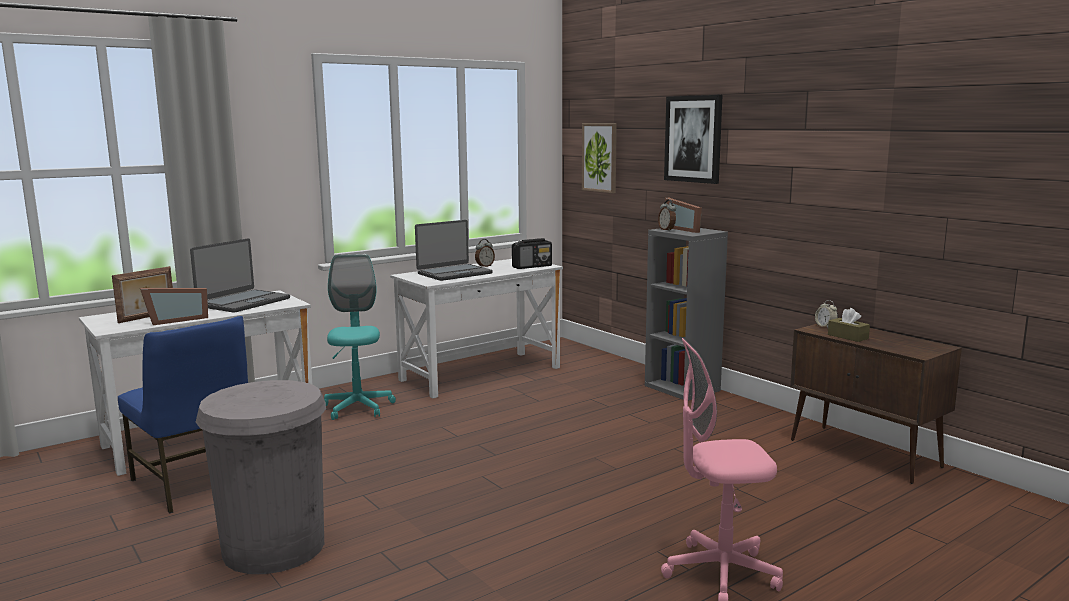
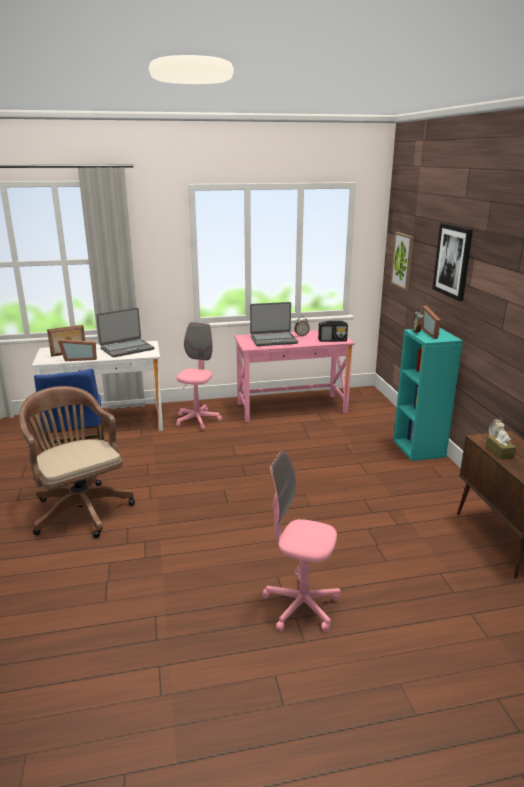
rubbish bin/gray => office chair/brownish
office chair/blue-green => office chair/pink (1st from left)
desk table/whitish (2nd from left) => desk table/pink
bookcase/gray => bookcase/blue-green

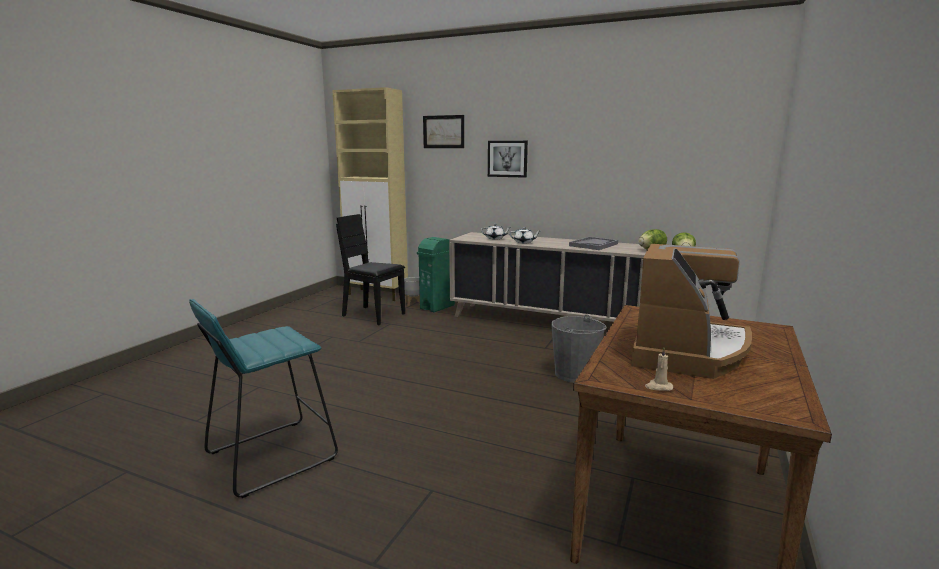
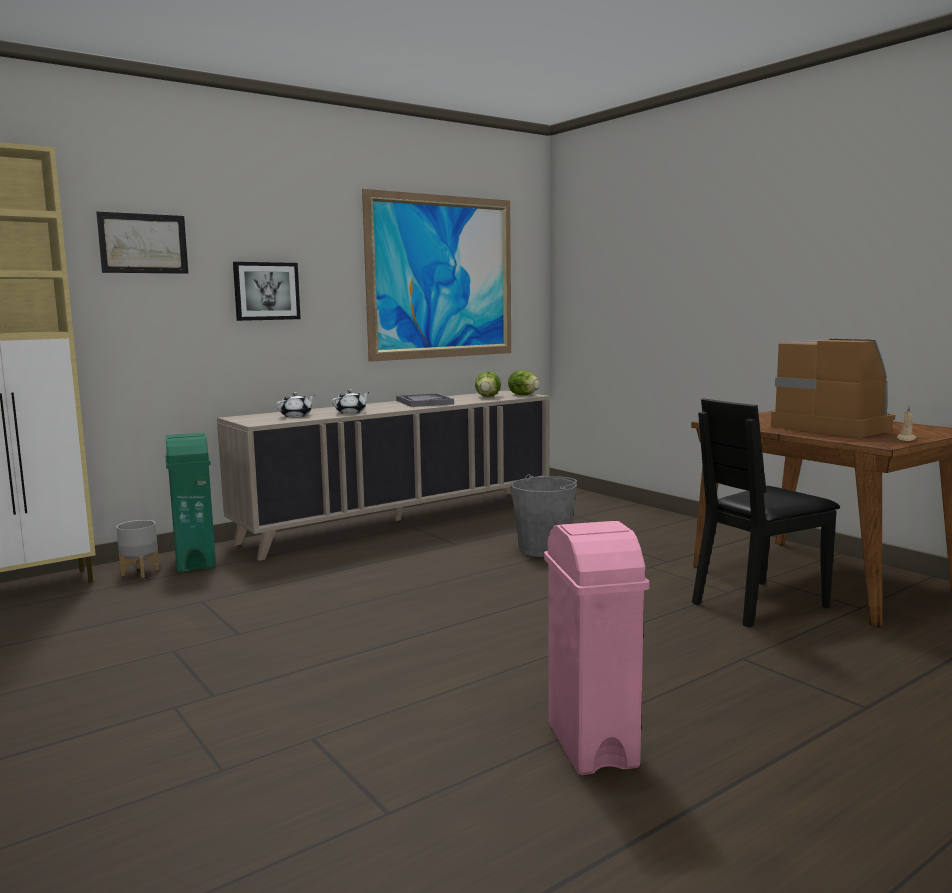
nothing => wall picture (3rd from left)
upright chair/black-coloured, moved
stool seat/blue-green => rubbish bin/pink

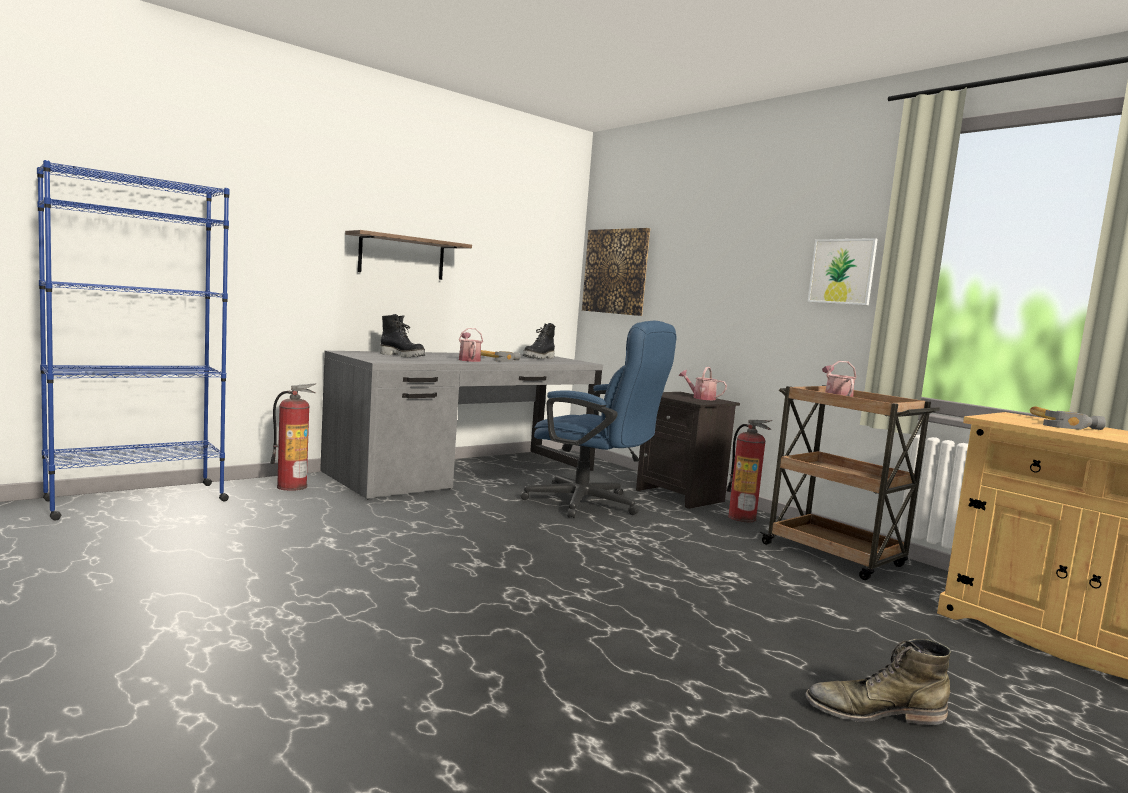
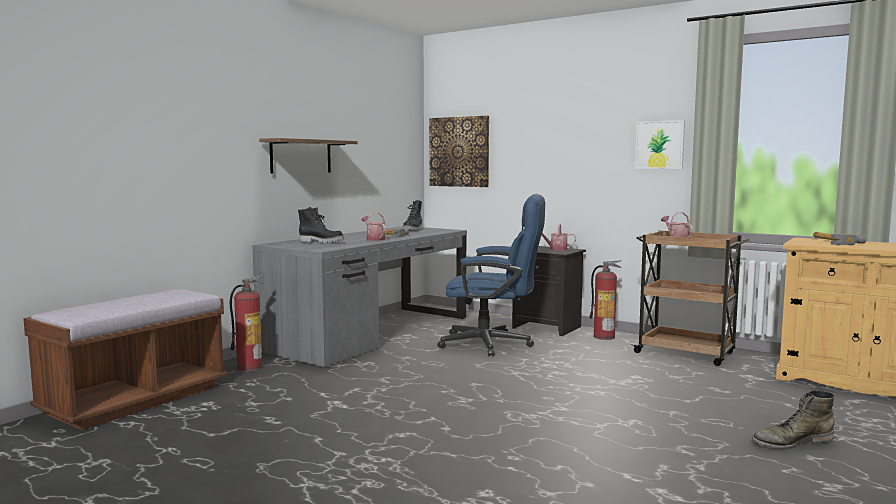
bookcase/blue-coloured => bench/brownish

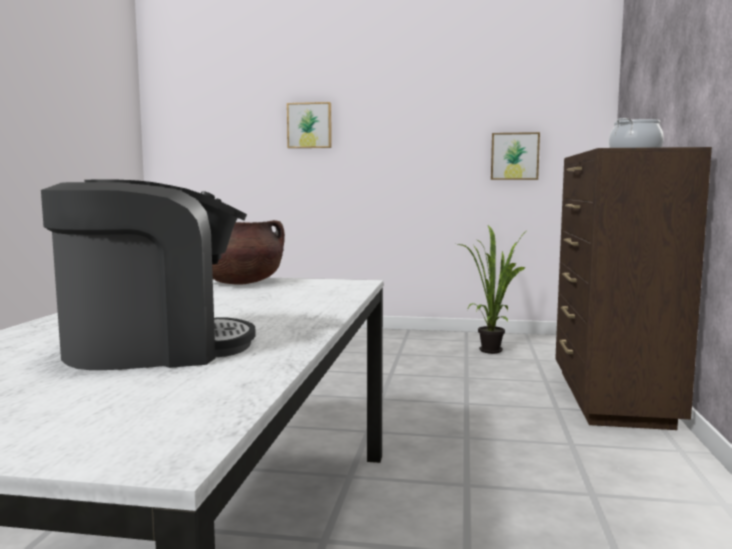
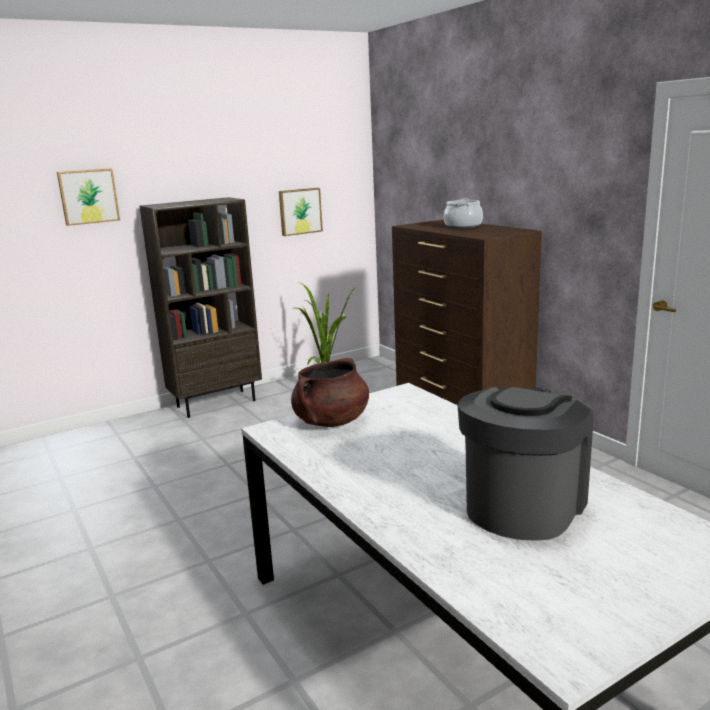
nothing => bookcase/brownish

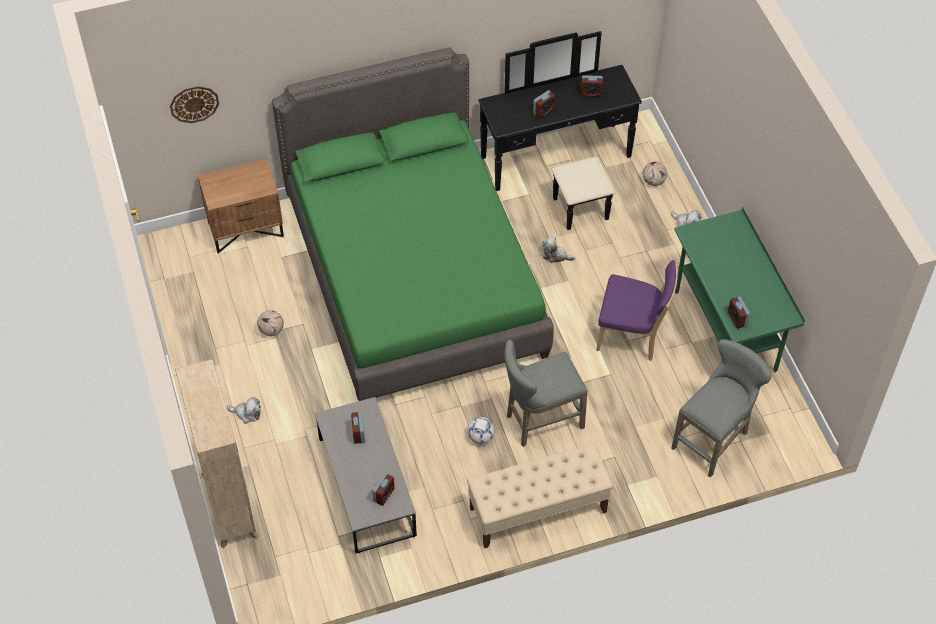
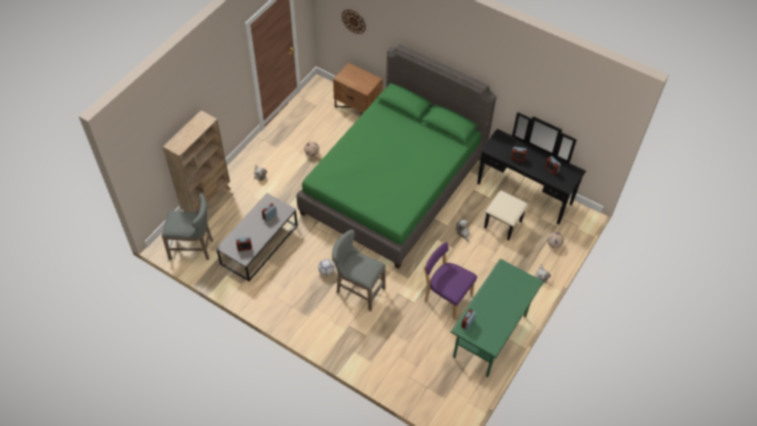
bench/beige-coloured => nothing
stool seat/gray (2nd from left in the first image) => stool seat/gray (1st from left), moved
upright chair/purple-coloured, 150 degrees clockwise

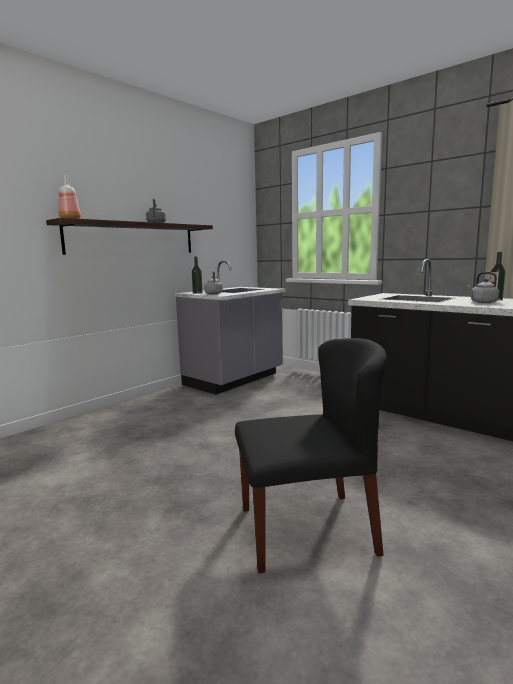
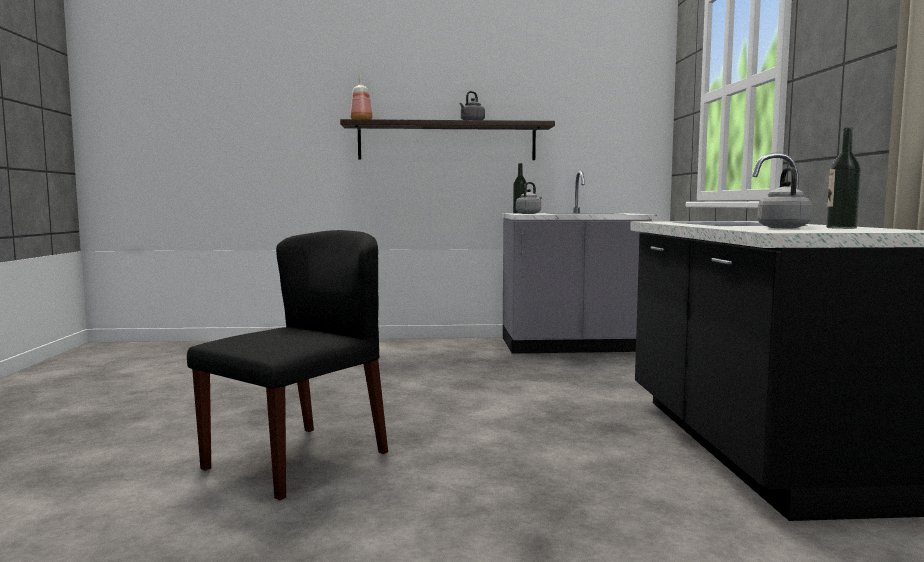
upright chair/black-coloured, 90 degrees counterclockwise

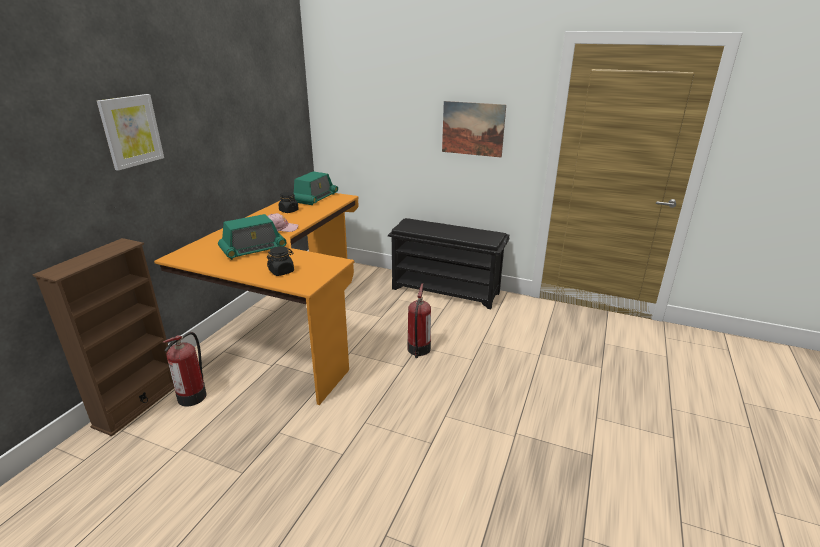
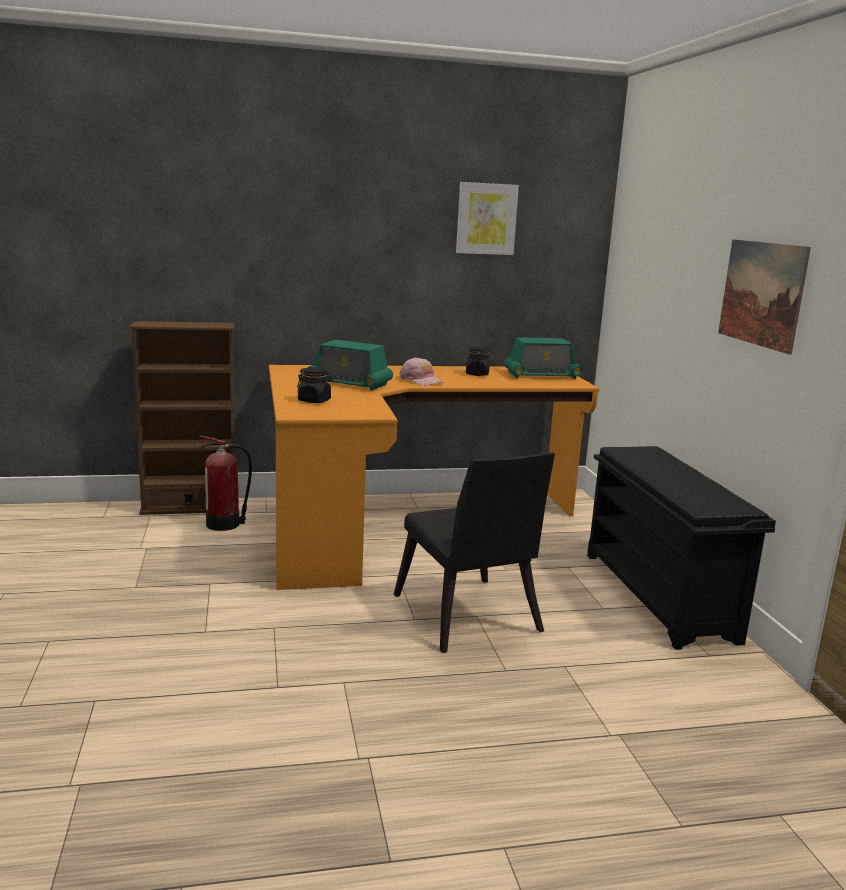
wall picture (1st from left), moved
fire-fighting cylinder (2nd from left) => upright chair/black-coloured

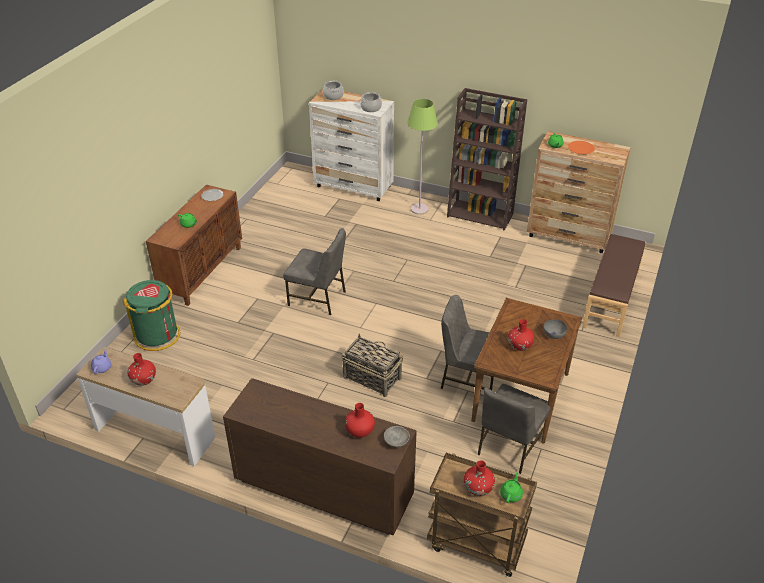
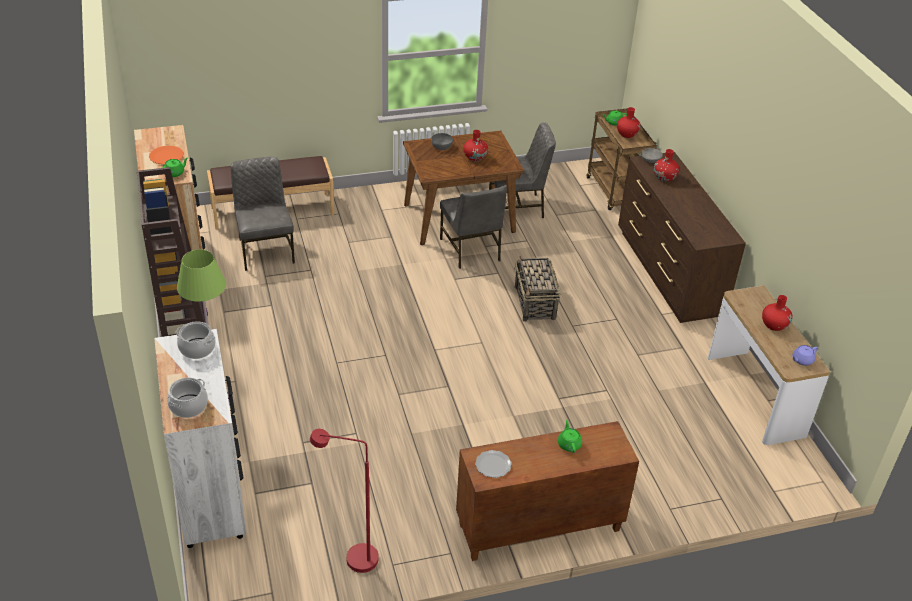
rubbish bin/greenish => nothing
nothing => standard lamp/red
upright chair/gray (1st from left), moved

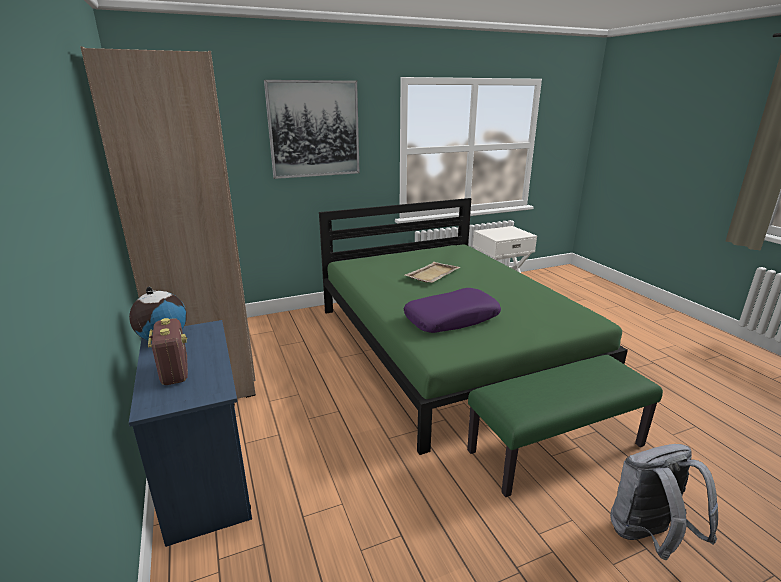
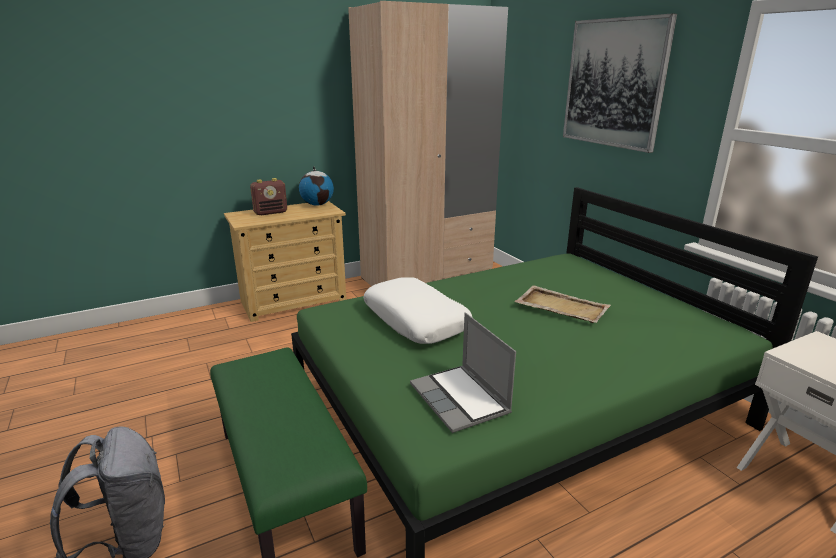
nothing => portable computer
chest of drawers/blue-coloured => chest of drawers/beige-coloured
cushion/purple-coloured => cushion/whitish

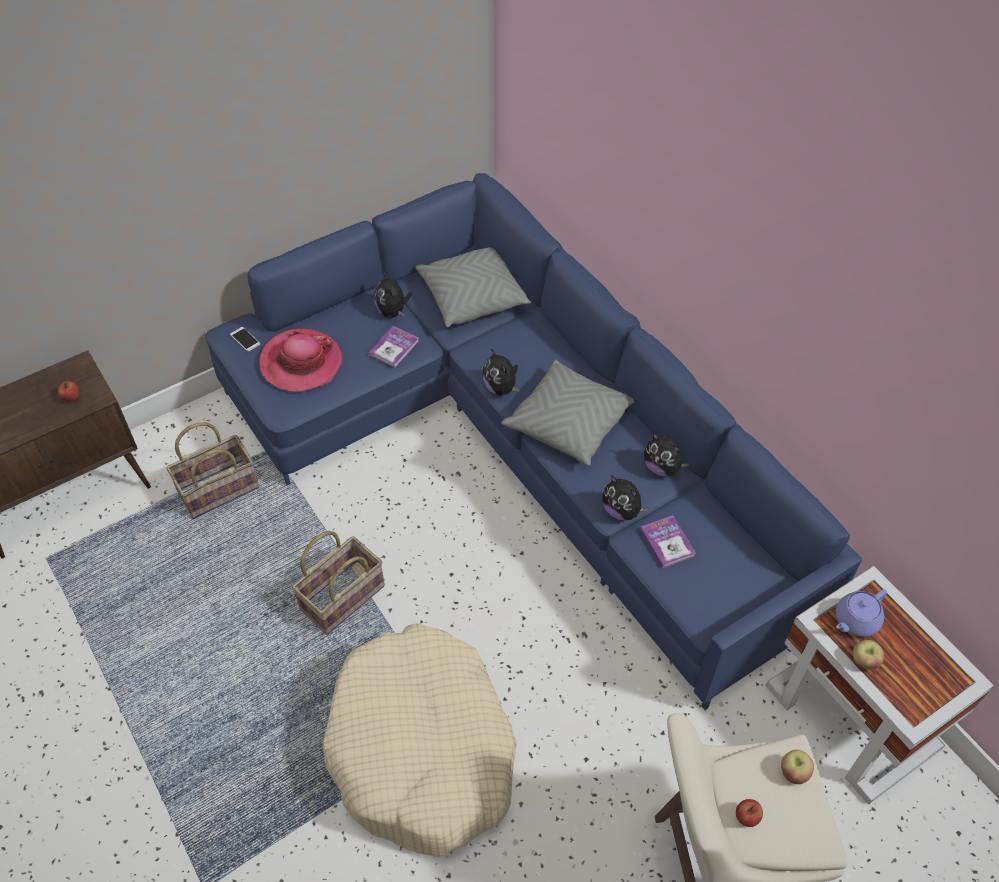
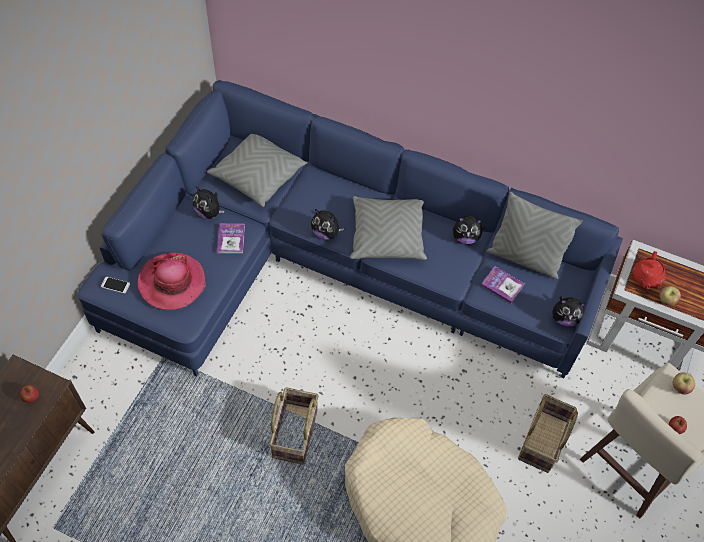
nothing => cushion/gray (3rd from left)
household basket (1st from left in the first image) => household basket (2nd from left), moved
plush toy (3rd from left in the first image) => plush toy (4th from left), moved
teapot/purple-coloured => teapot/red

